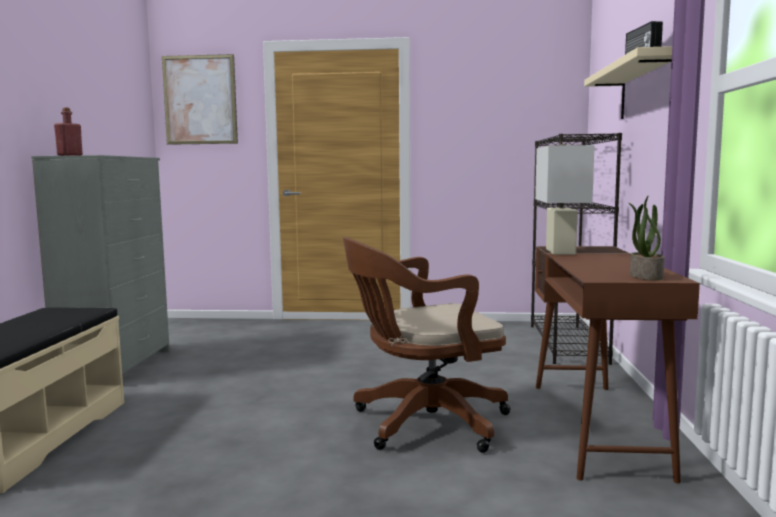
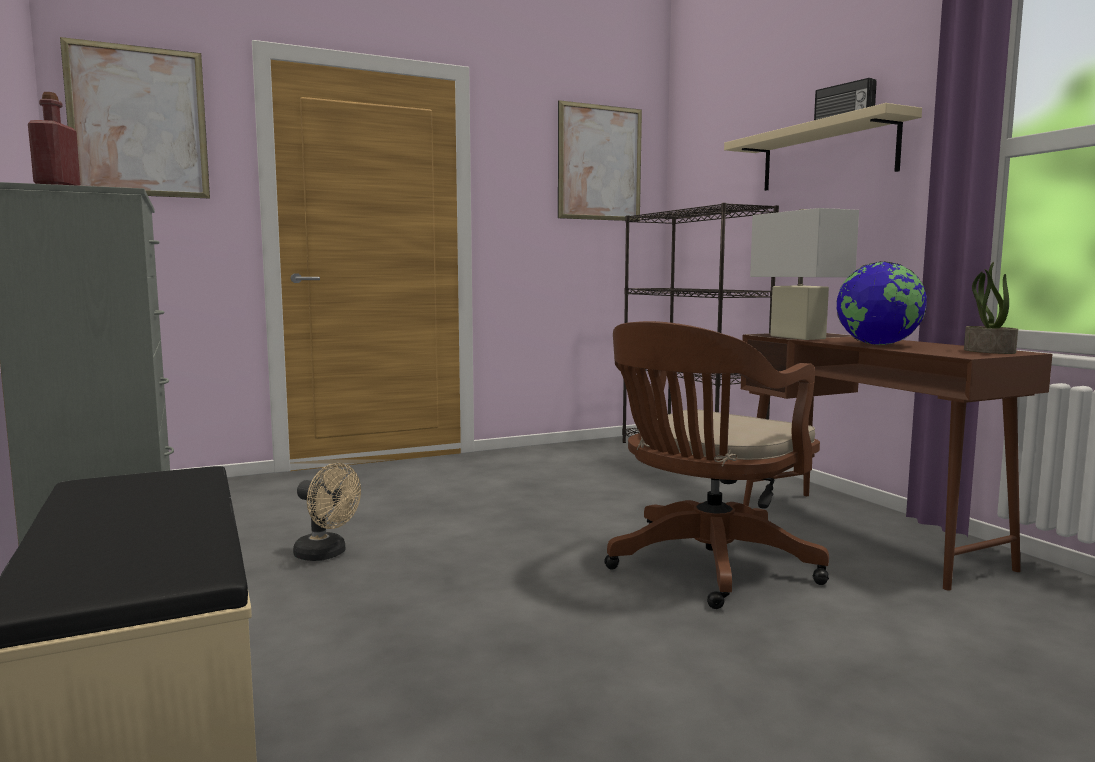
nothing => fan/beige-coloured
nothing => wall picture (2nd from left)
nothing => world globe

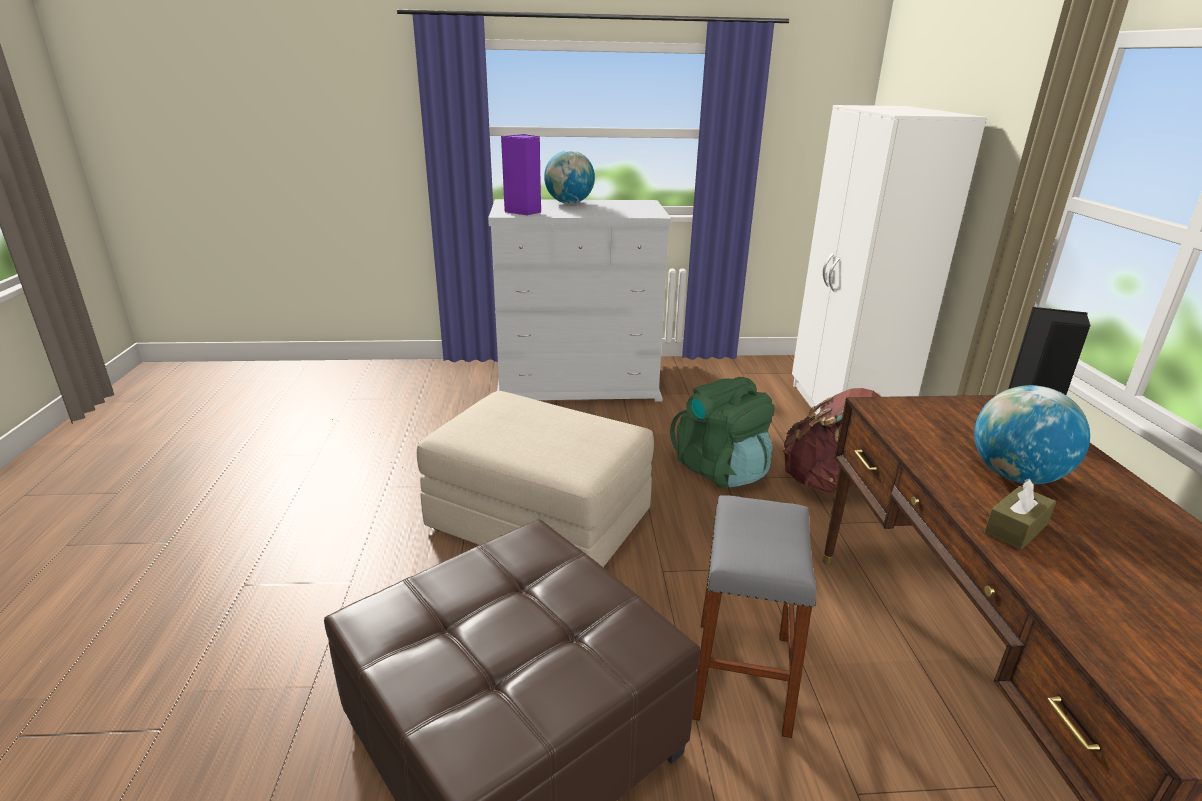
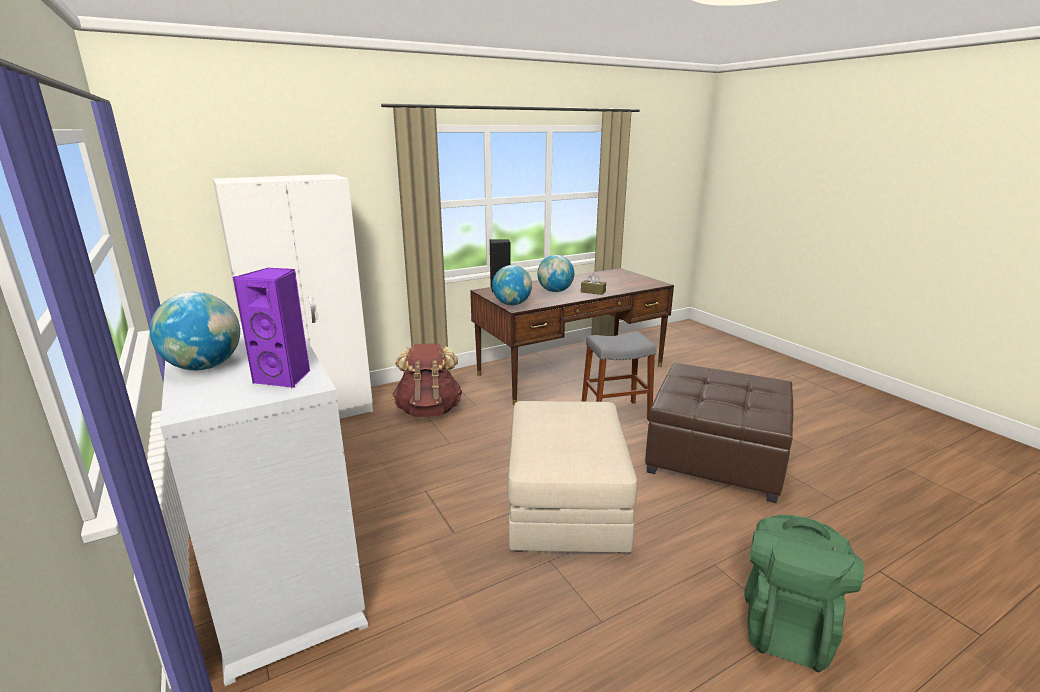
nothing => world globe (2nd from left)
rucksack/greenish, moved

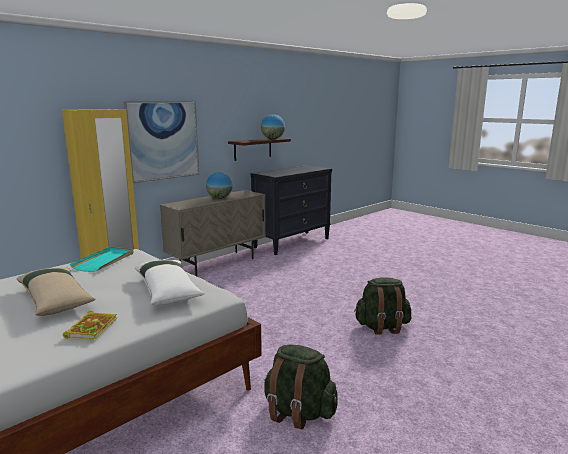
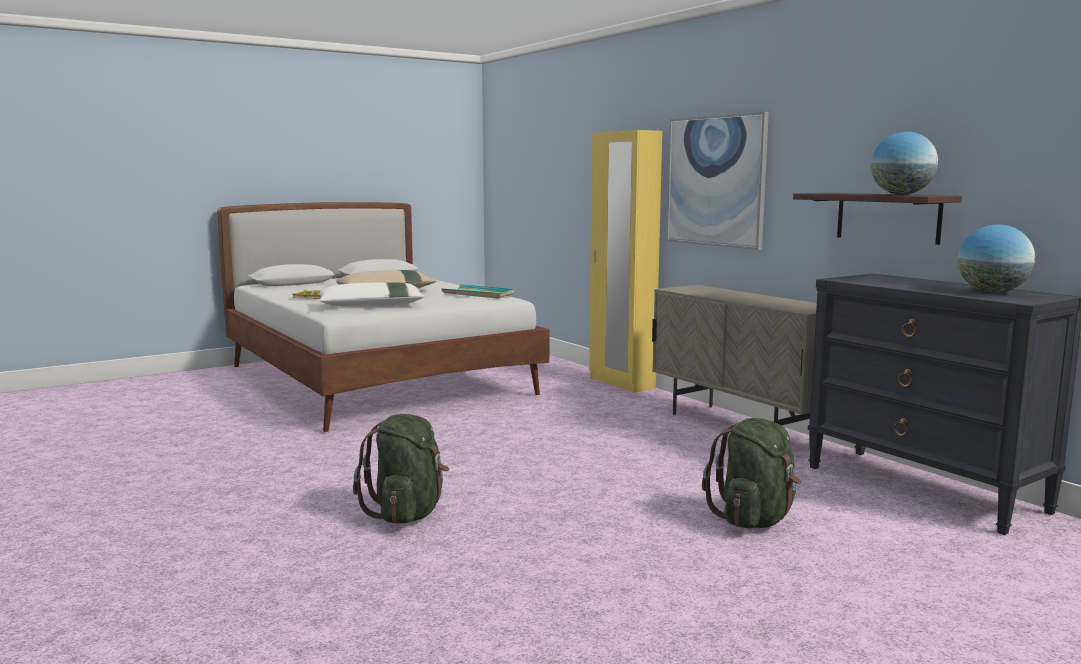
world globe (1st from left in the first image) => world globe (2nd from left), moved
rucksack/greenish (1st from left in the first image) => rucksack/greenish (2nd from left), moved

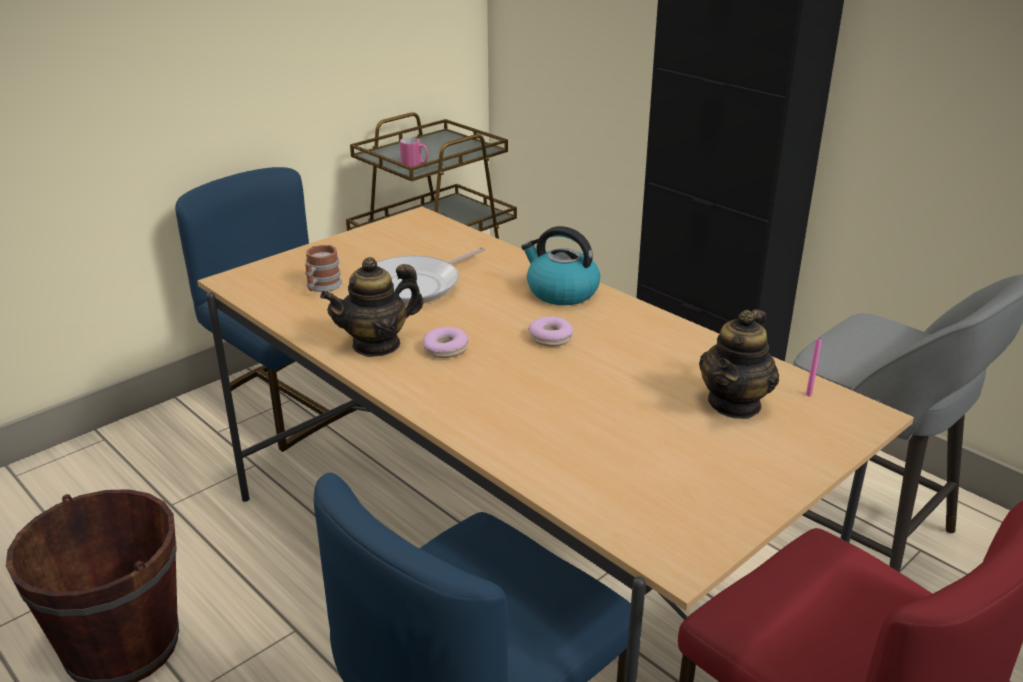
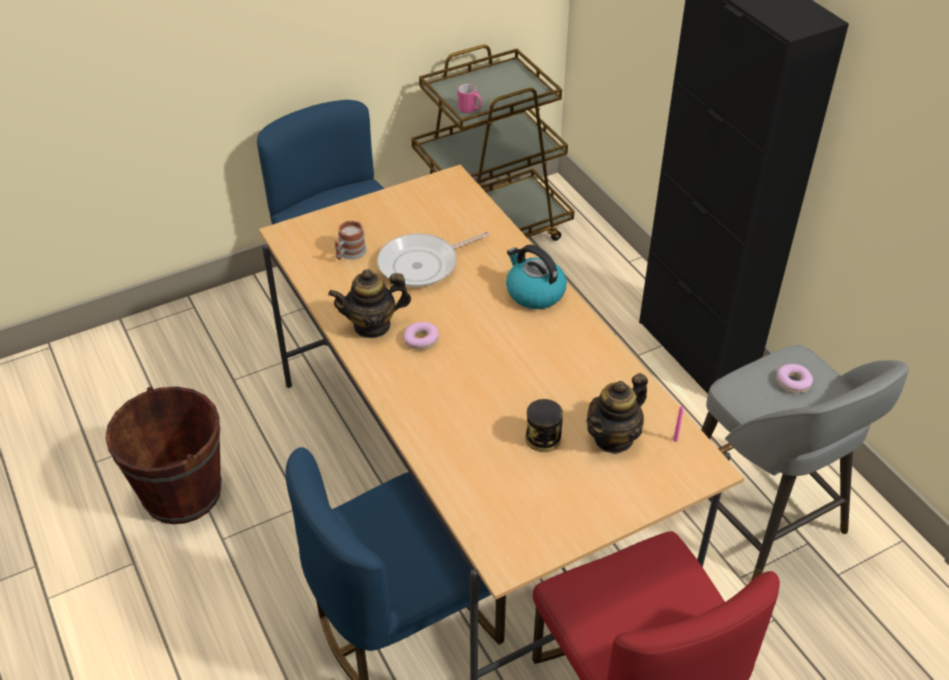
nothing => can
doughnut (2nd from left), moved

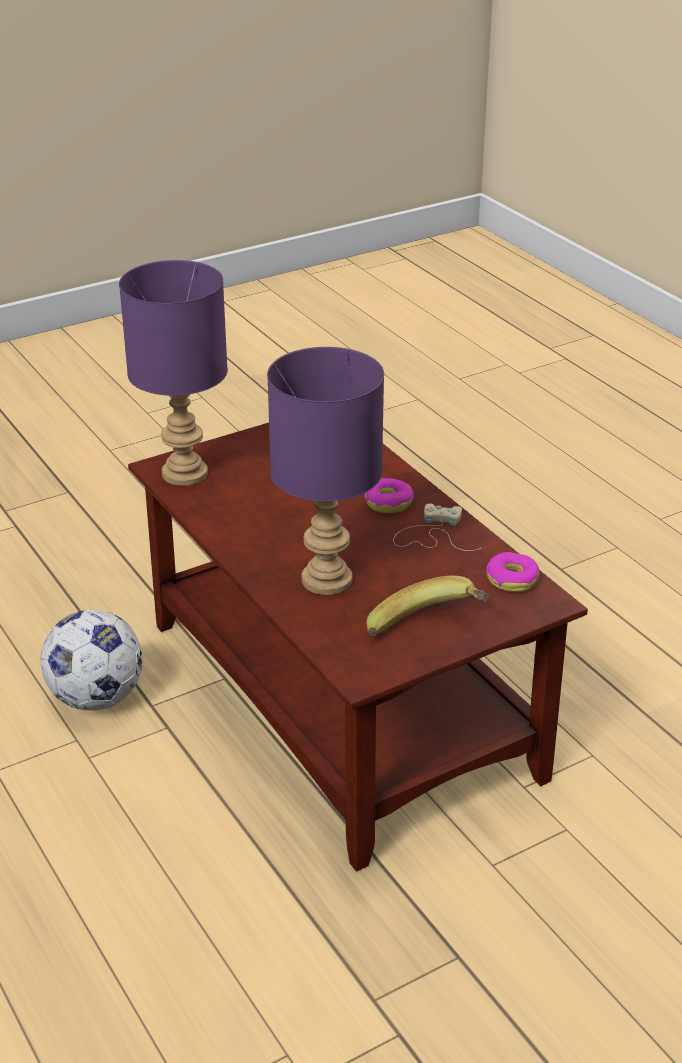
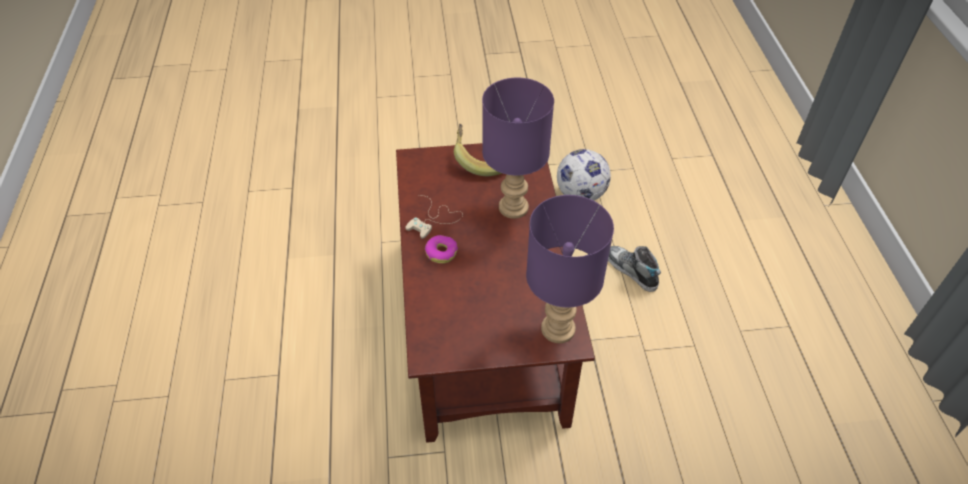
doughnut (2nd from left) => nothing
nothing => low shoe
football, moved

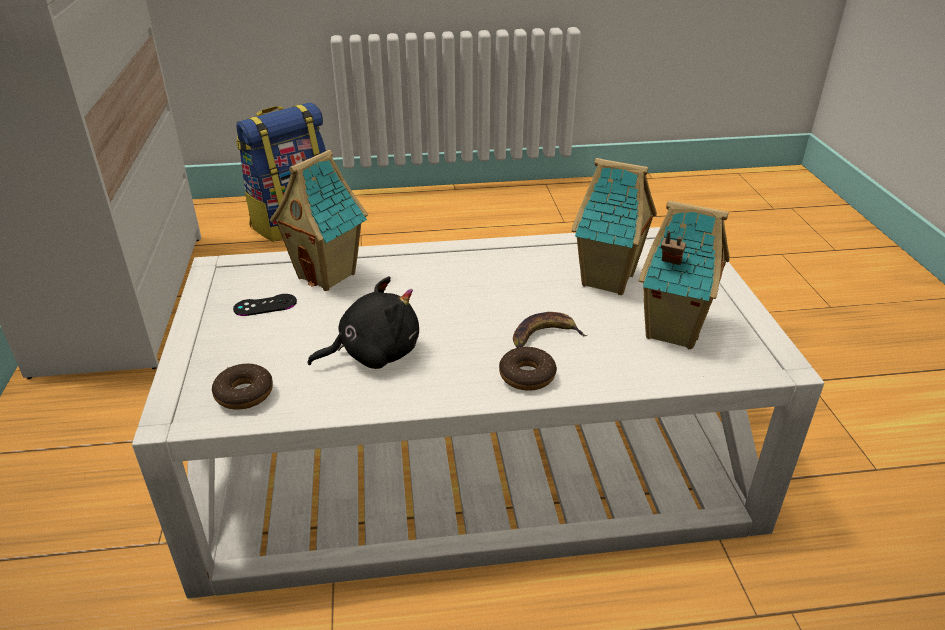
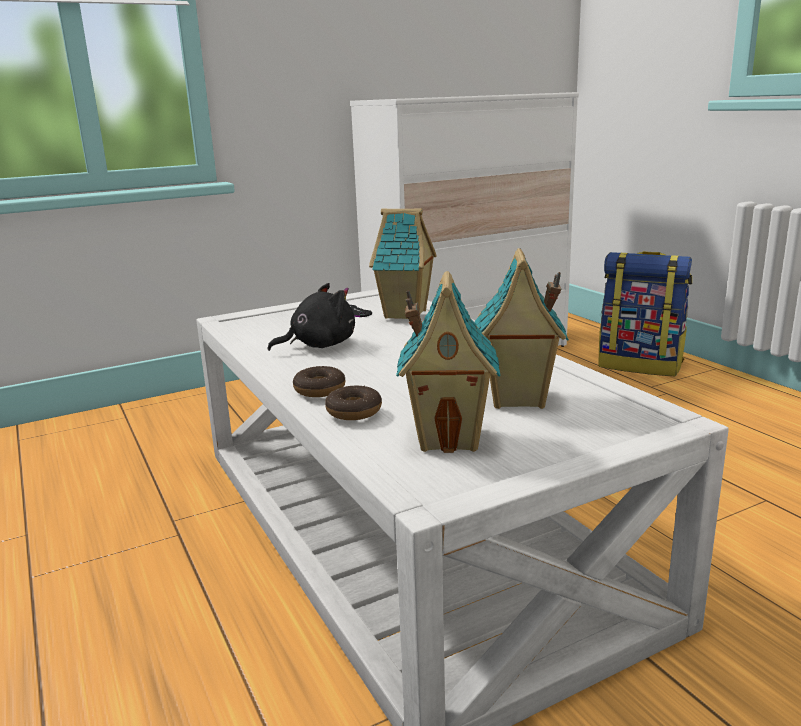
banana fruit => nothing
doughnut (1st from left in the first image) => doughnut (2nd from left), moved
plush toy/black-coloured, 75 degrees counterclockwise

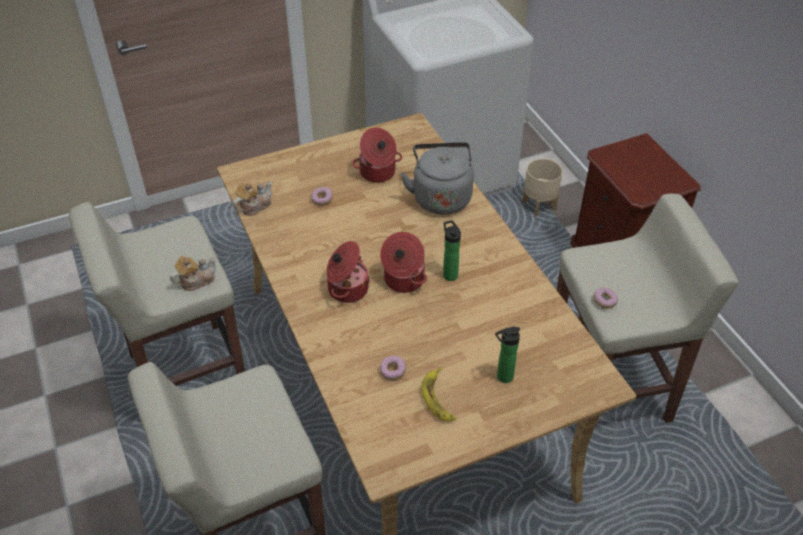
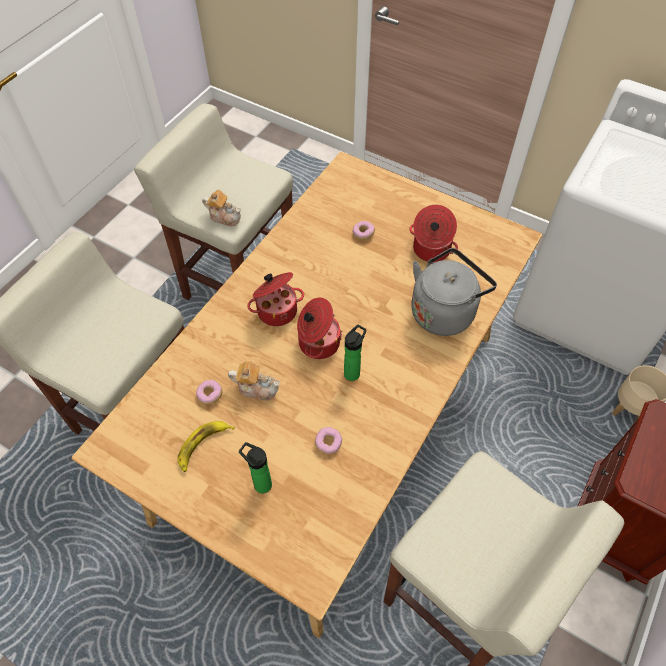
teapot (2nd from left), moved
doughnut (3rd from left in the first image) => doughnut (2nd from left), moved

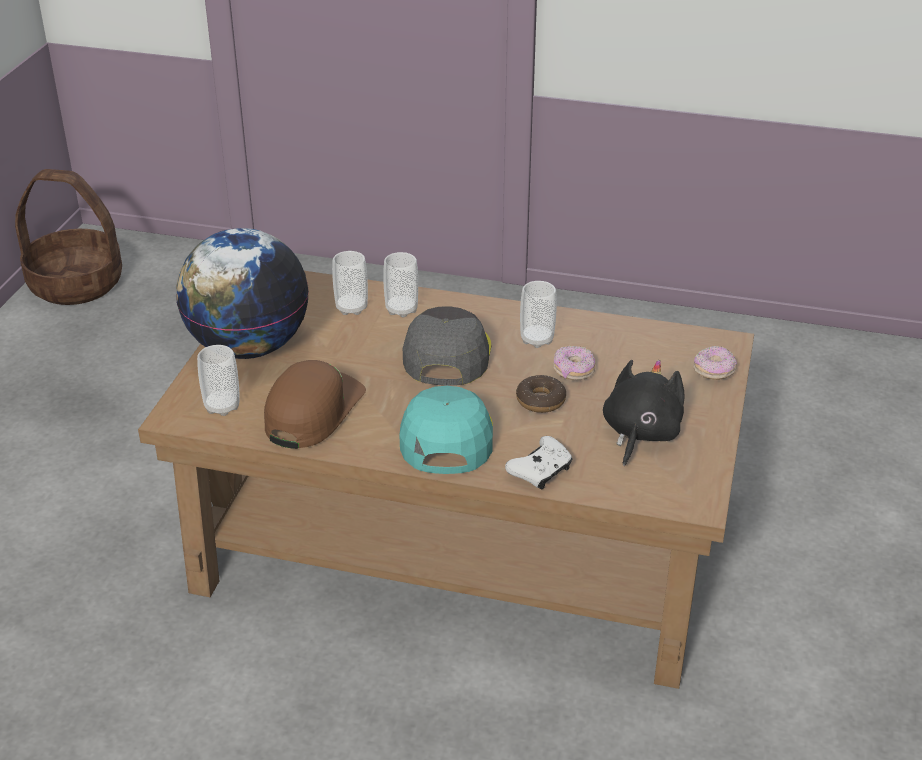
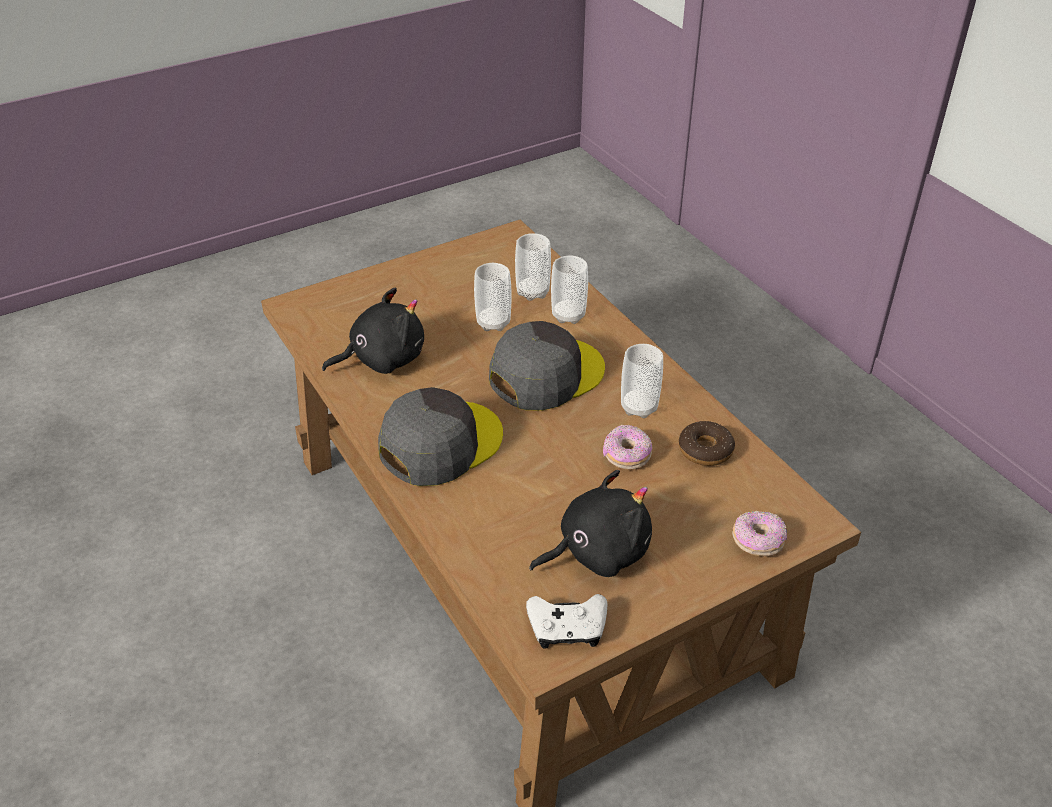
household basket => nothing
world globe => nothing
drinking cup (1st from left), moved
joypad/whitish, moved
doughnut (1st from left in the first image) => doughnut (2nd from left), moved
baseball cap/brownish => plush toy/black-coloured (1st from left)
baseball cap/blue-green => baseball cap/gray (1st from left)

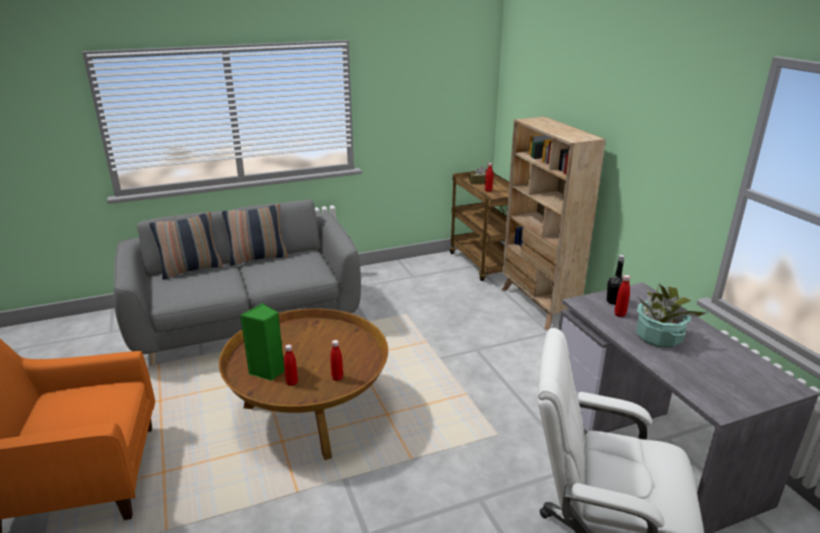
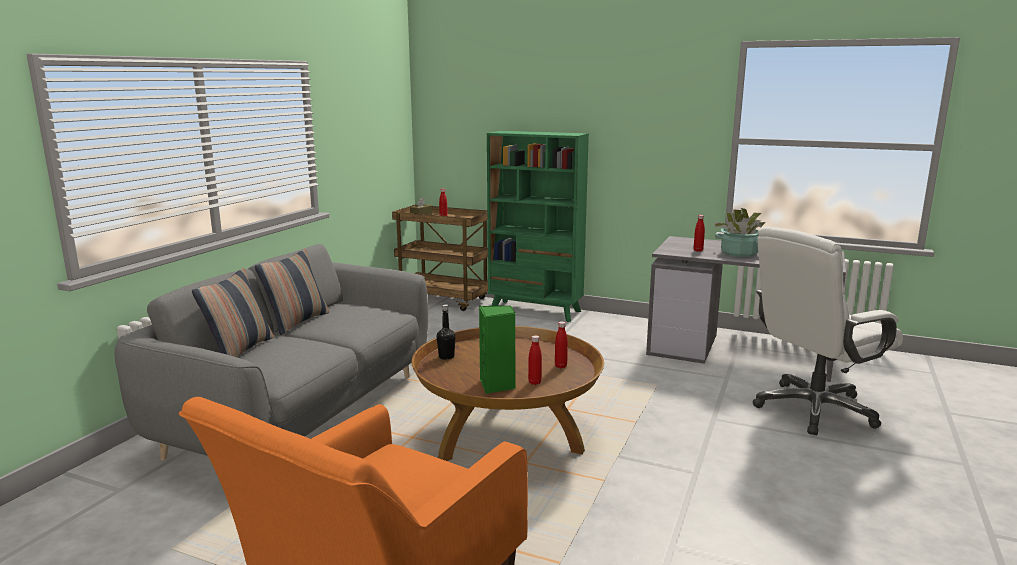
bottle/black-coloured, moved
bookcase/beige-coloured => bookcase/greenish

